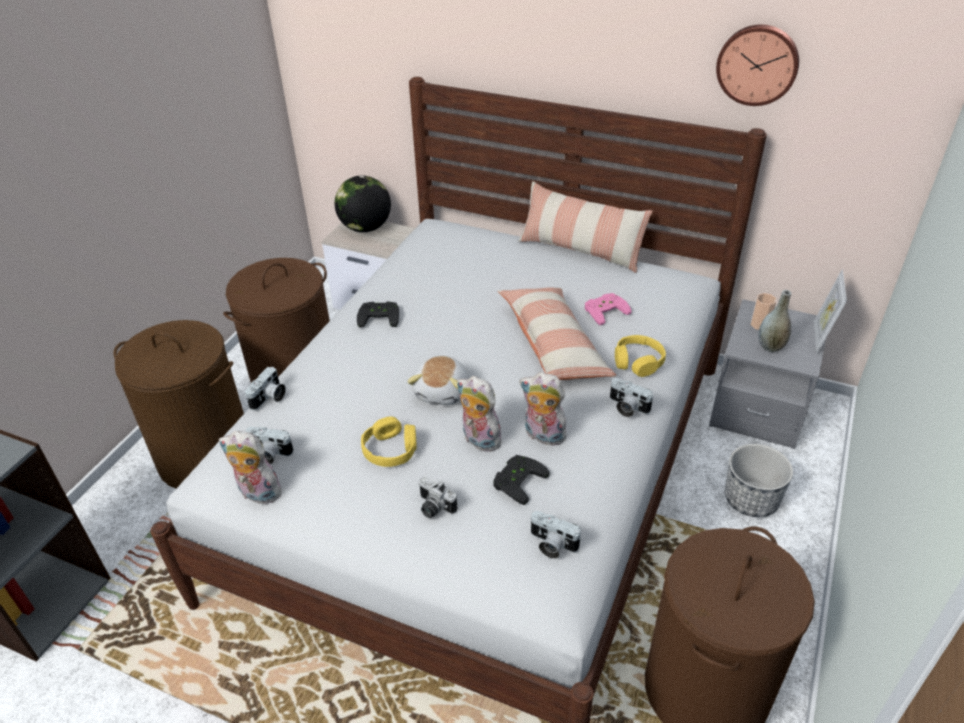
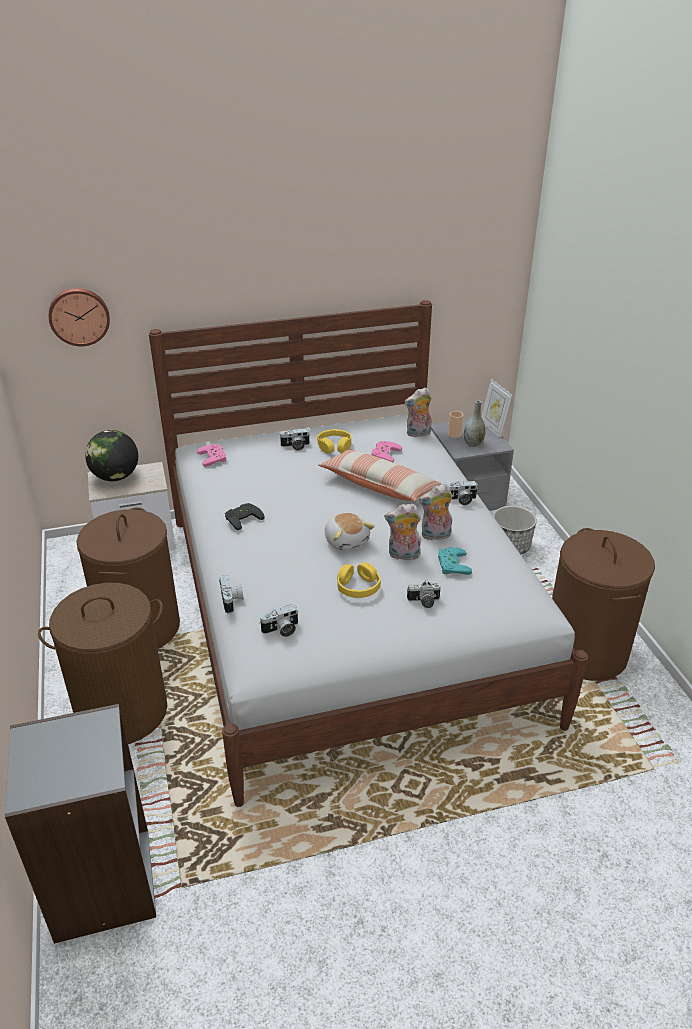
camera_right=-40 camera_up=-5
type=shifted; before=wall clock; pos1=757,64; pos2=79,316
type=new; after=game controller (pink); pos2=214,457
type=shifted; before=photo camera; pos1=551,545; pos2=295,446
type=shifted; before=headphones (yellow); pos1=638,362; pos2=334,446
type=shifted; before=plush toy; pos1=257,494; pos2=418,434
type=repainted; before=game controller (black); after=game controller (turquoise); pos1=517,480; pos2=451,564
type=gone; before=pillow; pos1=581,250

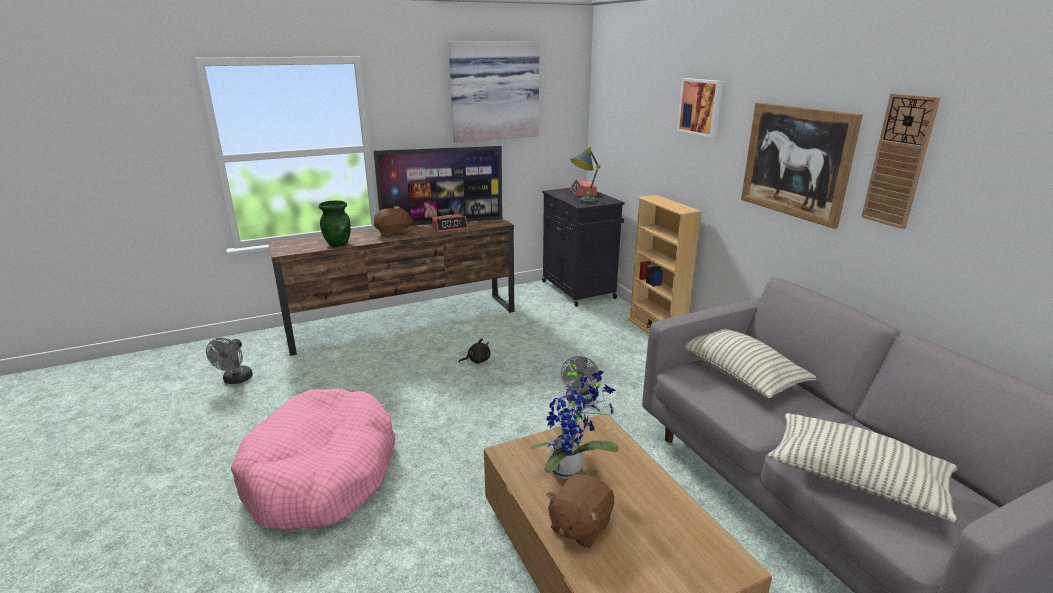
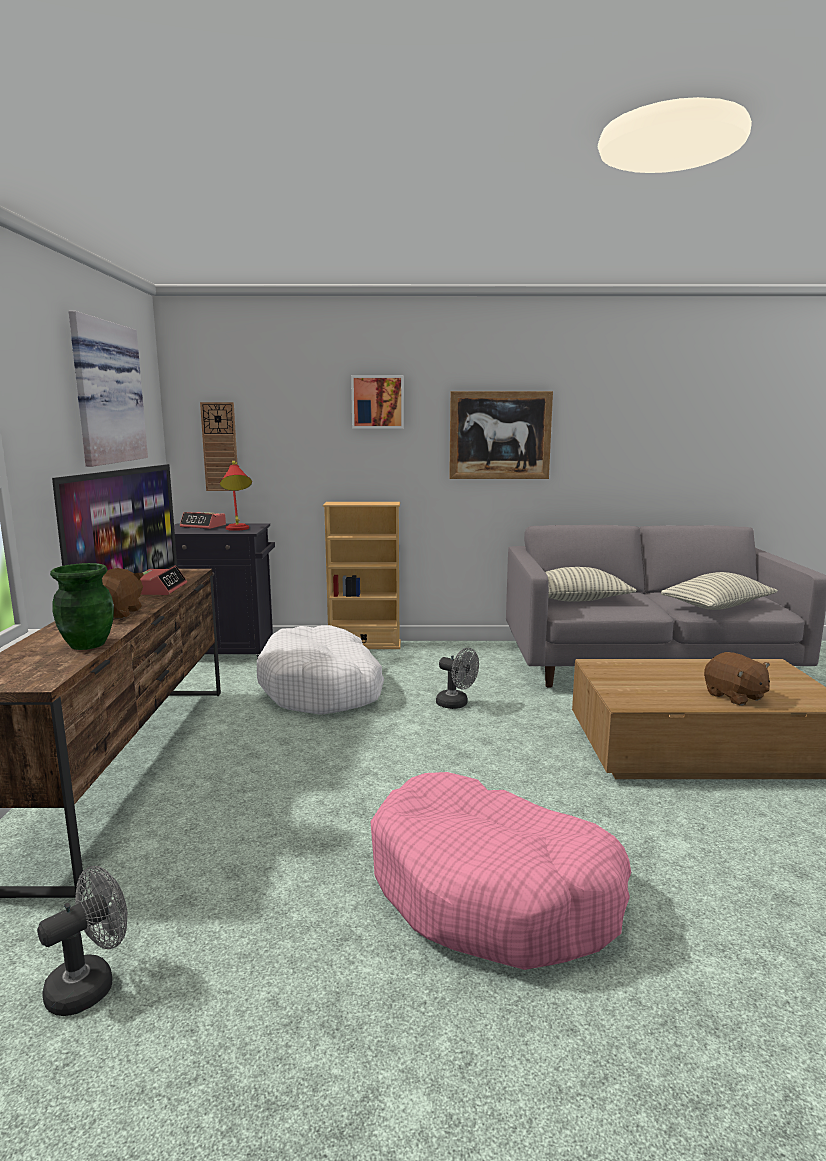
camera_right=-65 camera_up=-10
type=rotated; before=fan (grey); pos1=236,380; pos2=90,984; turn=-75
type=shifted; before=wall clock; pos1=899,161; pos2=220,447
type=repainted; before=table lamp (grey); after=table lamp (red); pos1=583,201; pos2=237,530
type=new; after=dog bed (white); pos2=322,688
type=gone; before=plush toy (black); pos1=477,360
type=gone; before=potted plant; pos1=570,469

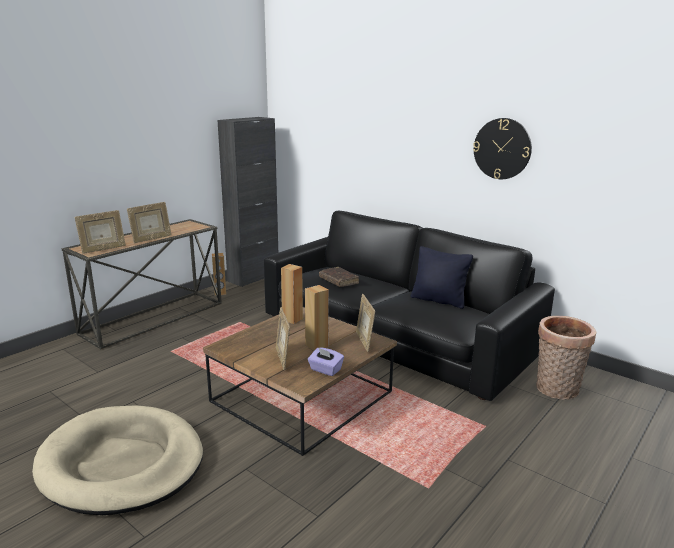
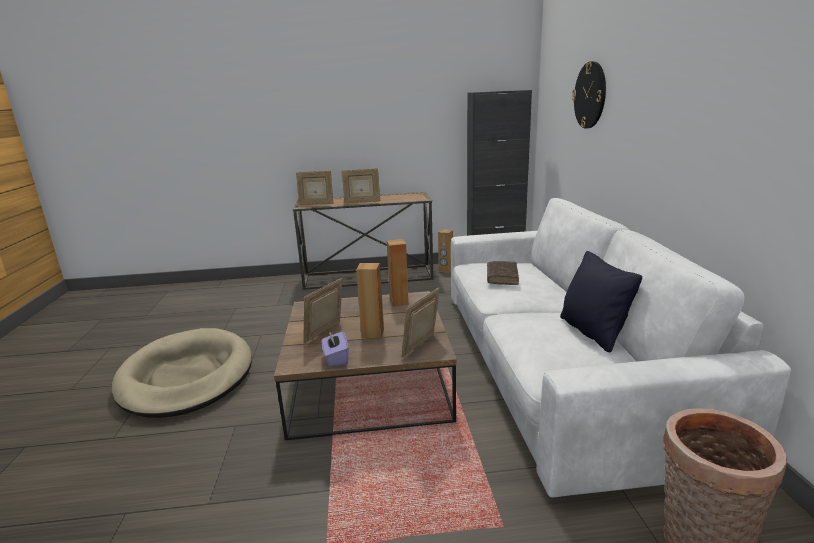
camera_right=45 camera_up=0
type=repainted; before=sofa (black); after=sofa (white); pos1=395,334; pos2=556,363
type=shifted; before=wall clock; pos1=502,149; pos2=590,95

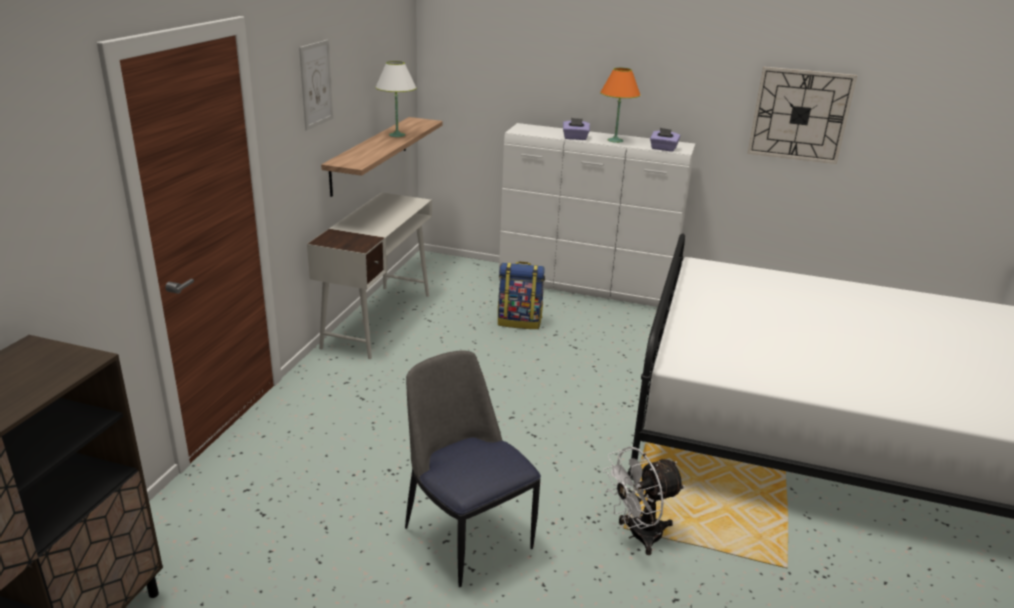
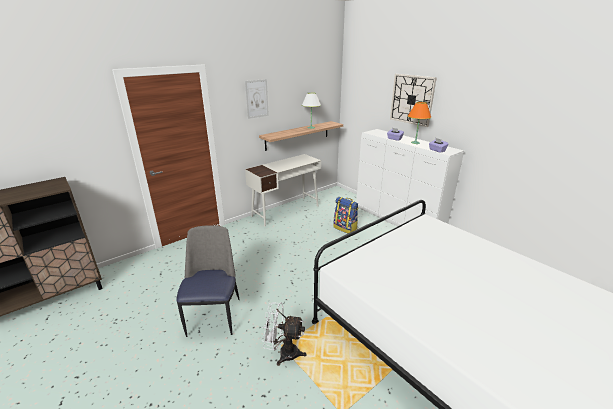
camera_right=35 camera_up=0
type=shifted; before=wall clock; pos1=800,115; pos2=412,99

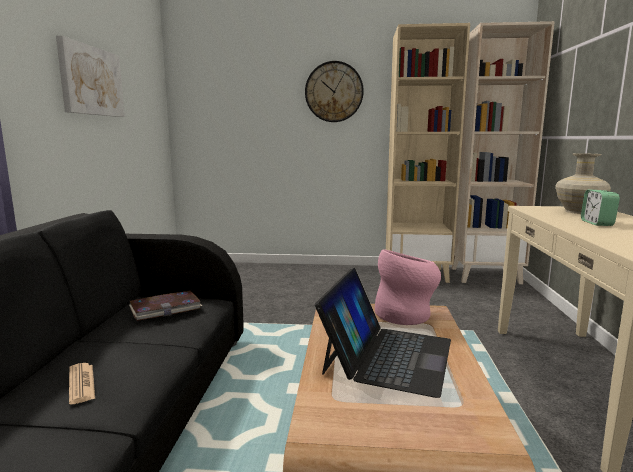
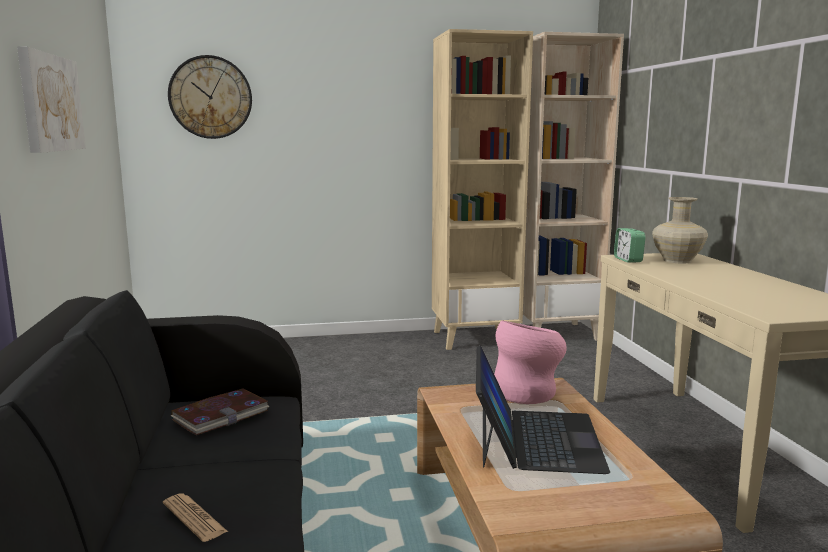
camera_right=-15 camera_up=0
type=shifted; before=wall clock; pos1=334,92; pos2=210,97
type=shifted; before=alarm clock; pos1=597,223; pos2=628,260

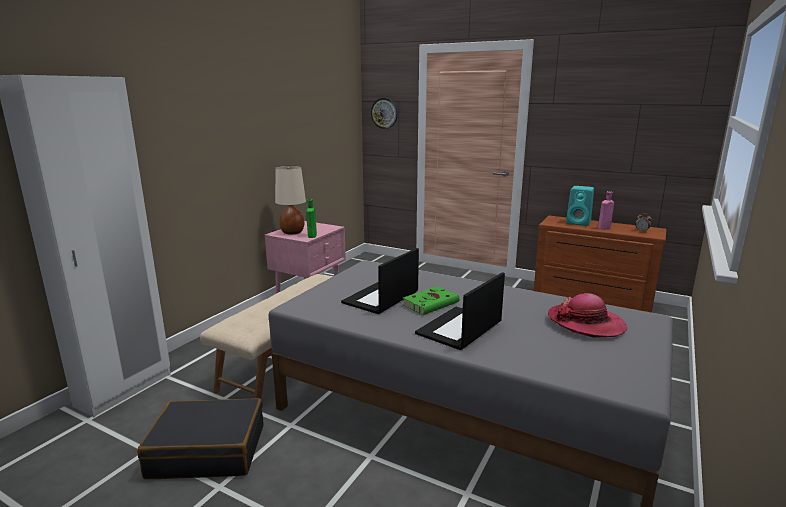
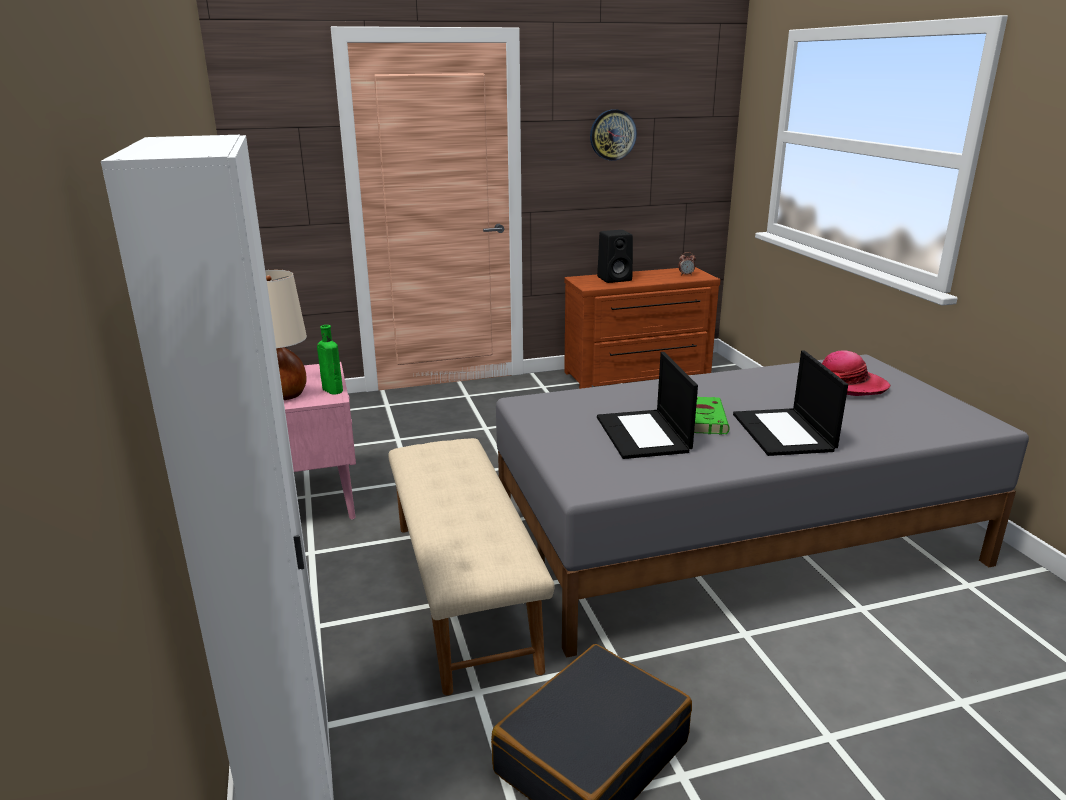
camera_right=-45 camera_up=5
type=shifted; before=wall clock; pos1=384,113; pos2=612,135
type=repainted; before=speaker (turquoise); after=speaker (black); pos1=579,223; pos2=615,279
type=gone; before=bottle (pink); pos1=603,228

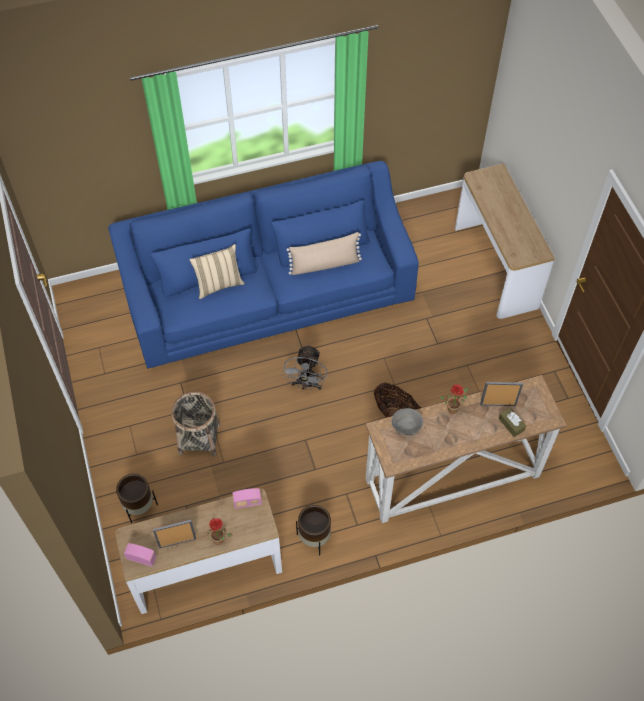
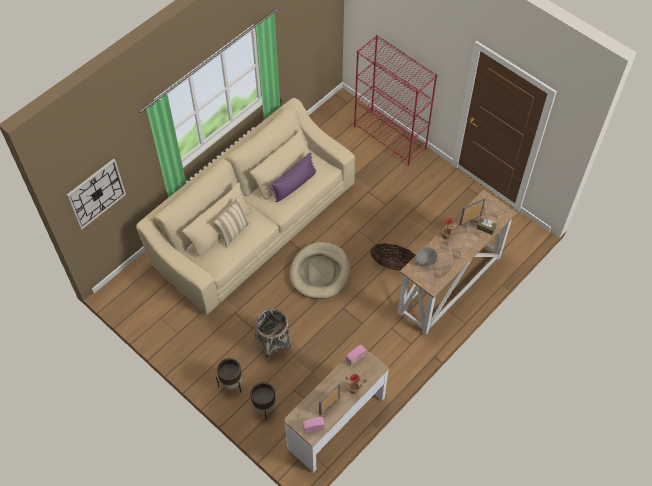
camera_right=-30 camera_up=0
type=new; after=wall clock; pos2=96,193
type=repainted; before=sofa (blue); after=sofa (beige); pos1=269,292; pos2=253,224
type=shifted; before=planter (brown); pos1=314,538; pos2=231,383
type=repainted; before=pillow (beige); after=pillow (purple); pos1=325,264; pos2=294,185
type=swapped; before=fan (grey); after=dog bed (beige); pos1=306,384; pos2=320,272
type=swapped; before=console table; after=bookcase (red); pos1=495,267; pos2=390,138

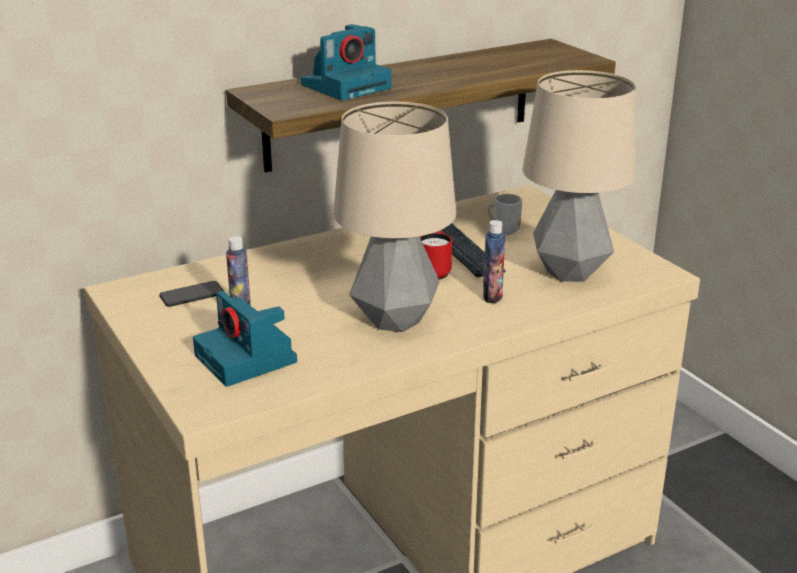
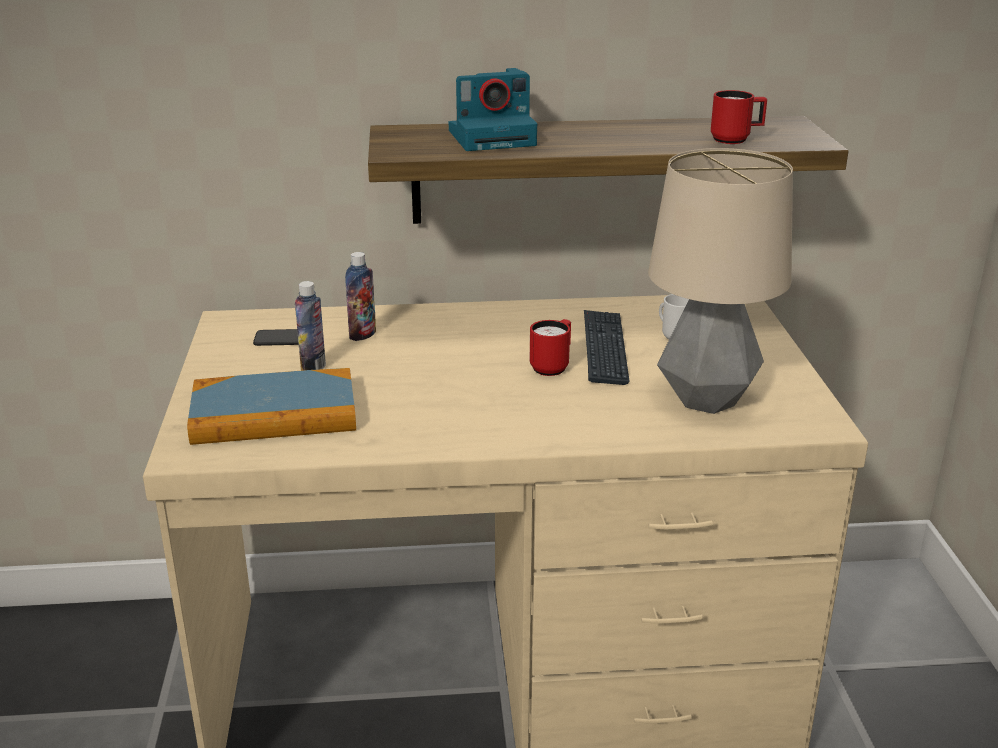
camera_right=25 camera_up=0
type=swapped; before=photo camera; after=book; pos1=247,359; pos2=274,414
type=shifted; before=bottle; pos1=492,296; pos2=362,334
type=new; after=mug (red); pos2=736,140
type=gone; before=table lamp; pos1=394,320

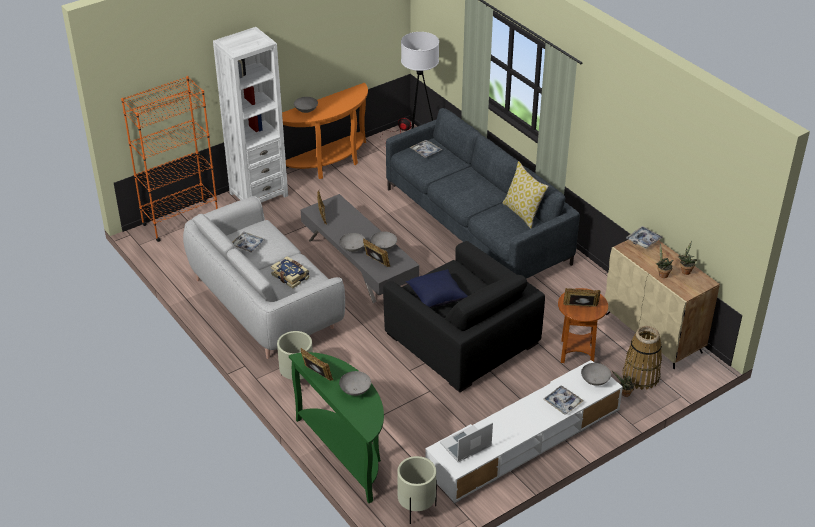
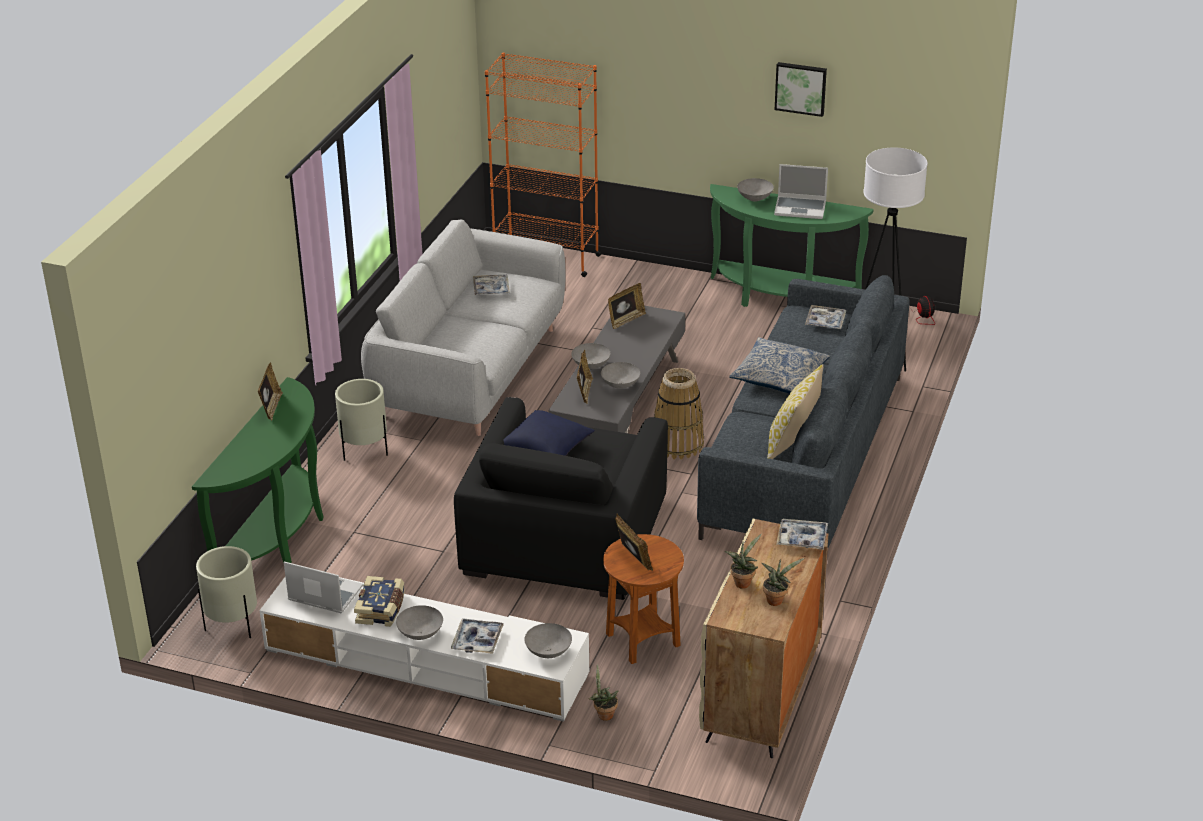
camera_right=55 camera_up=-5
type=shifted; before=book; pos1=291,276; pos2=381,609
type=shifted; before=bowl (grey); pos1=355,391; pos2=420,634
type=shifted; before=basket; pos1=640,376; pos2=678,444
type=repainted; before=console table (orange); after=console table (green); pos1=329,164; pos2=780,299
type=new; after=pillow; pos2=779,376
type=new; after=laptop; pos2=801,208
type=new; after=picture; pos2=801,88
type=gone; before=bookcase (white); pos1=258,194

